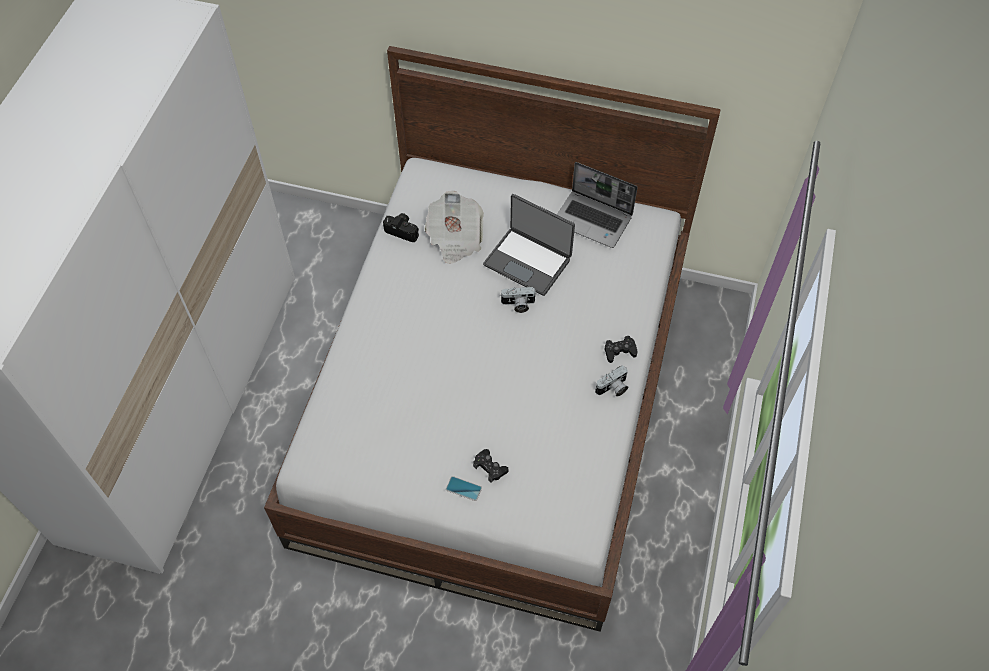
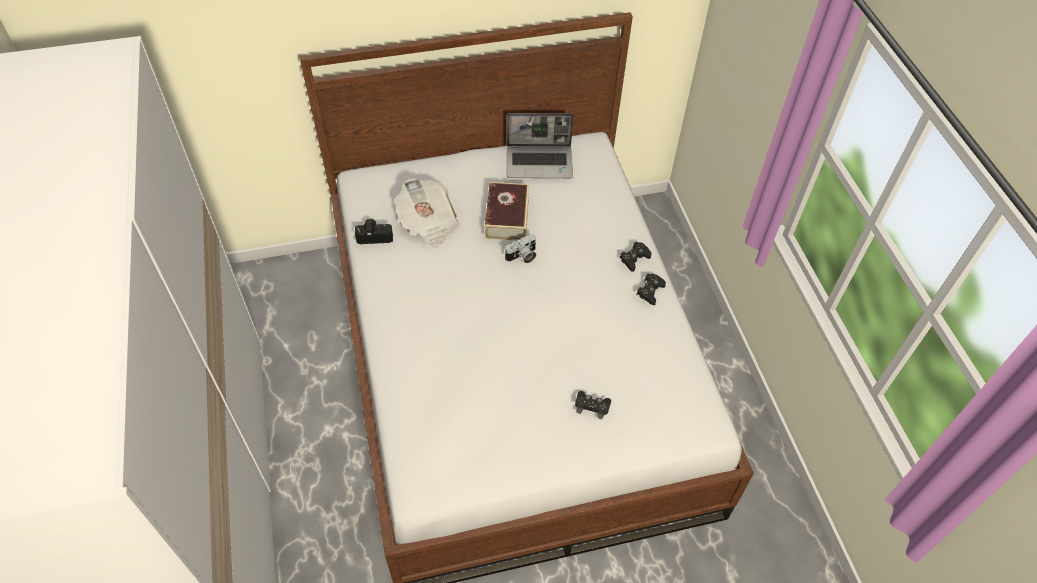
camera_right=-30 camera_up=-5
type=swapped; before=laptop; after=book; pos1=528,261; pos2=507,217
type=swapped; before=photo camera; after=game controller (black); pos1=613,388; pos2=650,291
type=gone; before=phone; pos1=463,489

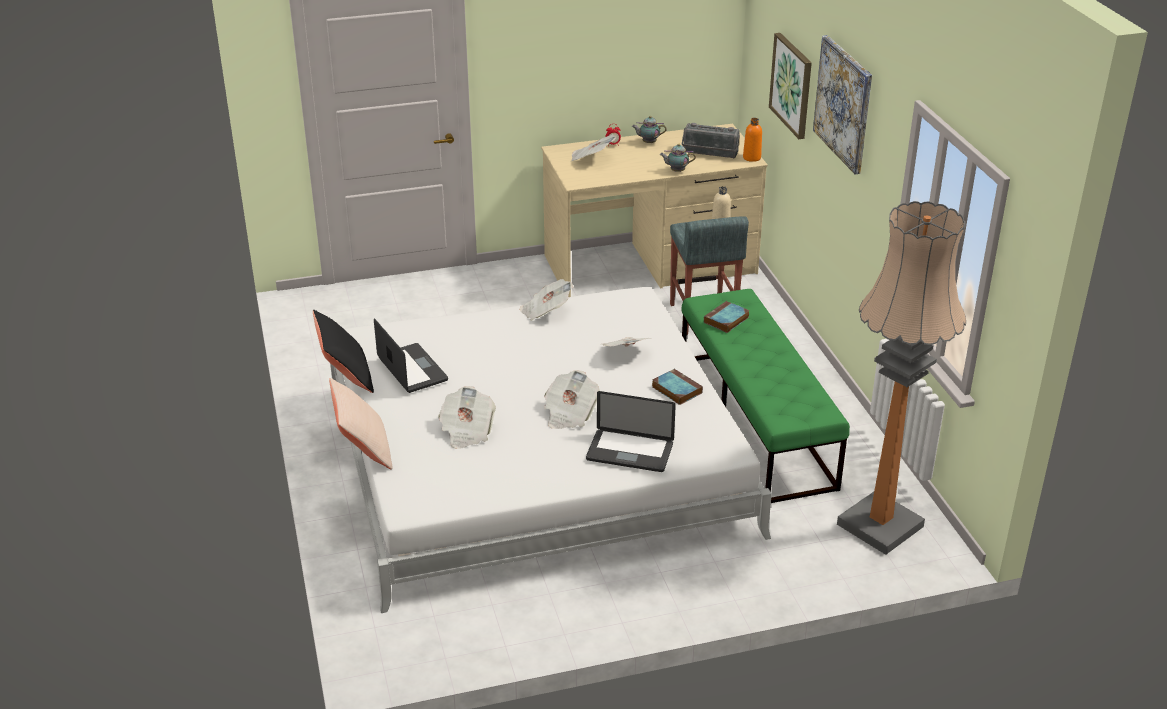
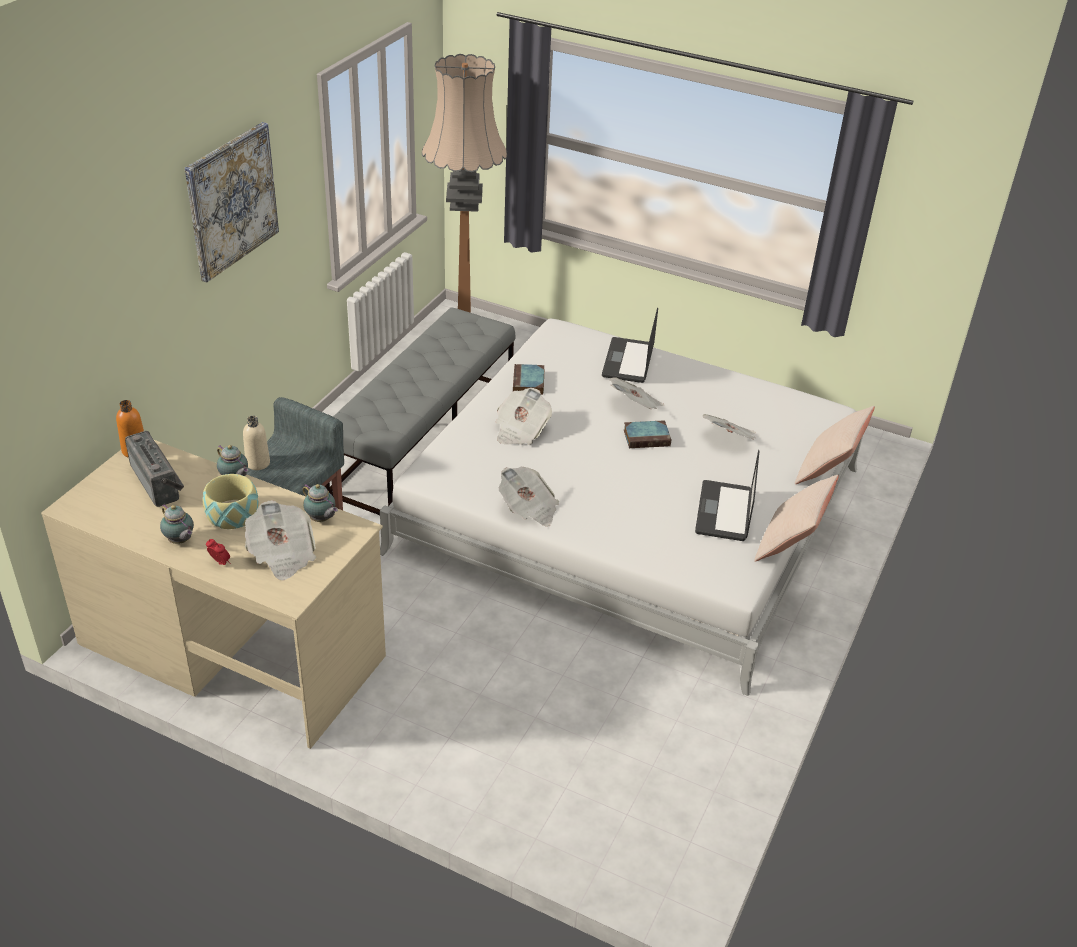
camera_right=-140 camera_up=5
type=new; after=bowl; pos2=232,514
type=new; after=teapot; pos2=321,519
type=repainted; before=bench (green); after=bench (grey); pos1=755,421; pos2=423,439
type=rotated; before=laptop; pos1=629,452; pos2=628,361; turn=-135
type=shifted; before=book; pos1=726,320; pos2=647,437
type=repainted; before=pillow (black); after=pillow (beige); pos1=345,376; pos2=790,544
type=gone; before=picture; pos1=792,85

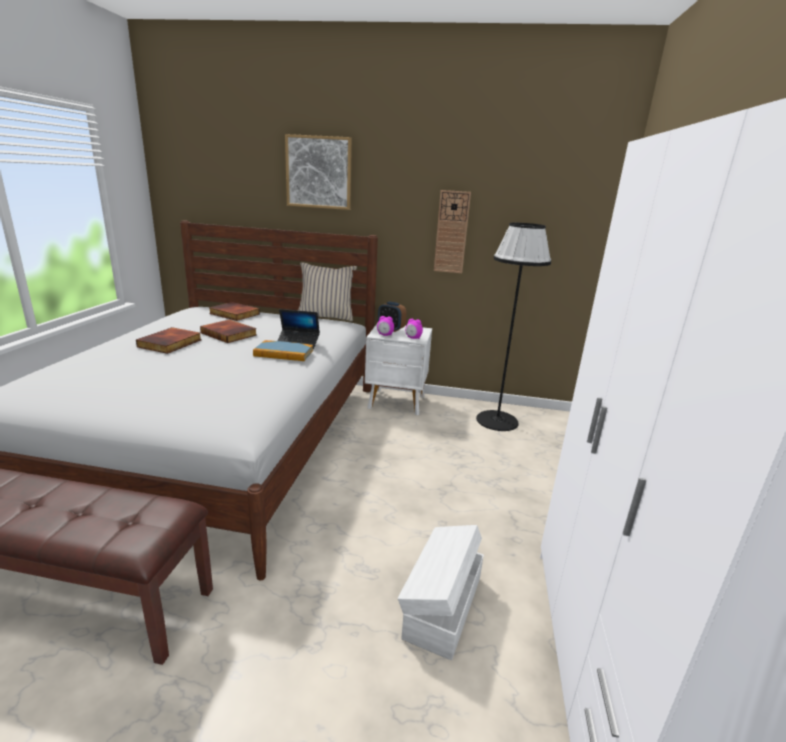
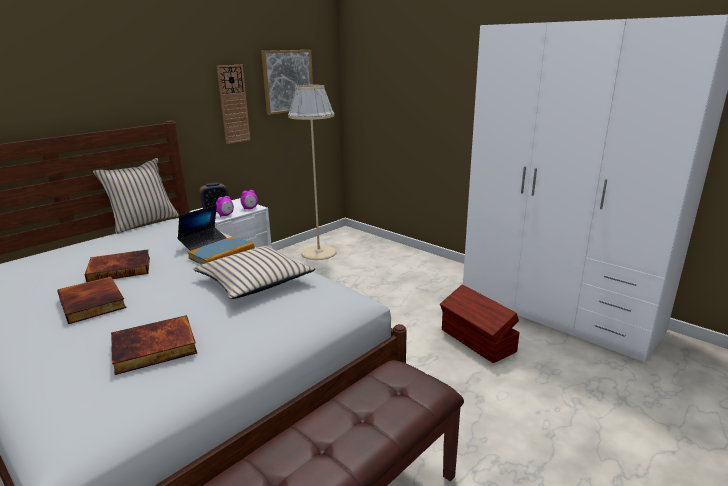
camera_right=-55 camera_up=0
type=shifted; before=book; pos1=233,314; pos2=154,349
type=new; after=pillow (beige); pos2=254,281
type=shifted; before=picture; pos1=319,172; pos2=287,81
type=repainted; before=floor lamp (black); after=floor lamp (beige); pos1=497,420; pos2=319,252
type=repainted; before=storage box (white); after=storage box (brown); pos1=441,606; pos2=477,341

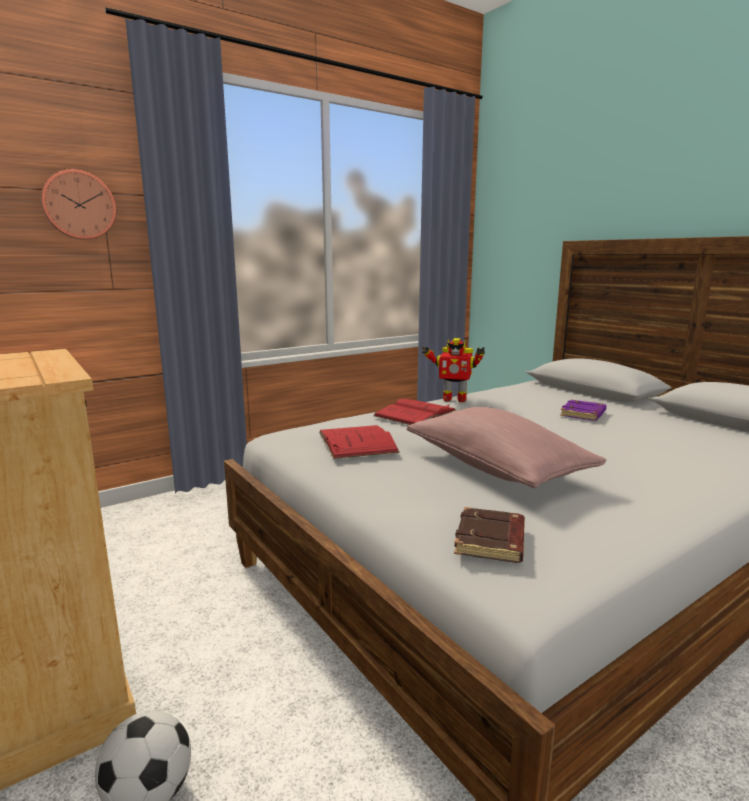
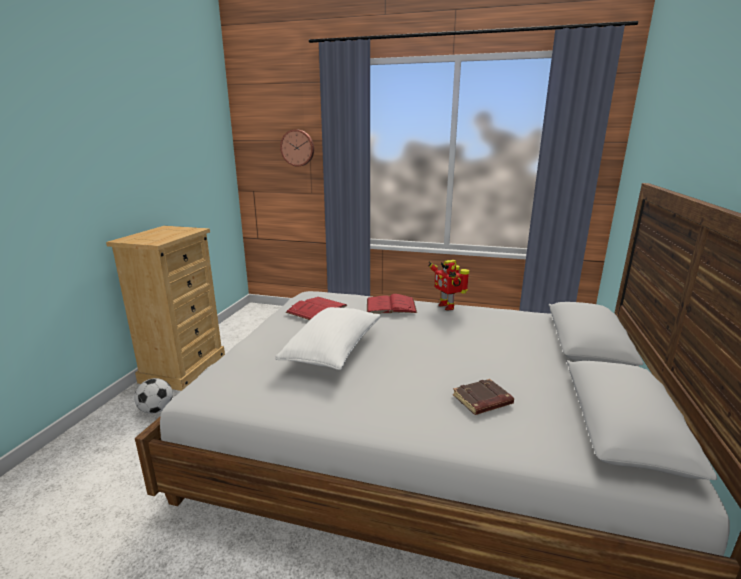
camera_right=50 camera_up=5
type=repainted; before=pillow (pink); after=pillow (white); pos1=496,468; pos2=334,350
type=shifted; before=book (brown); pos1=491,541; pos2=482,401
type=gone; before=book (purple); pos1=583,414

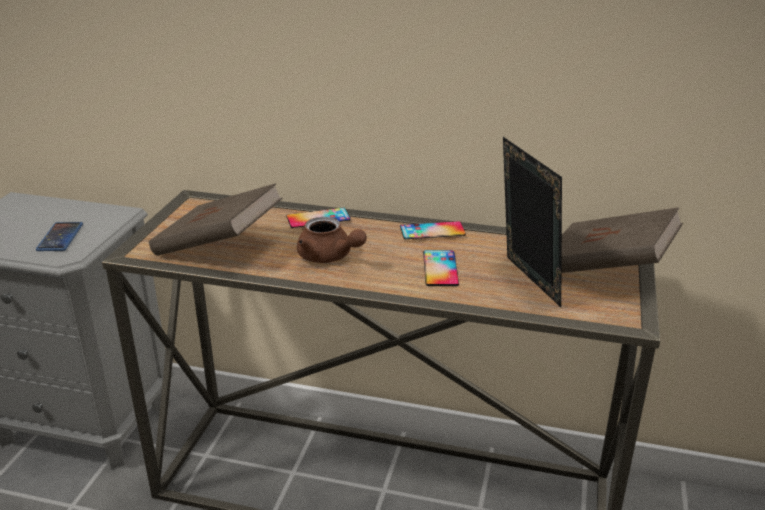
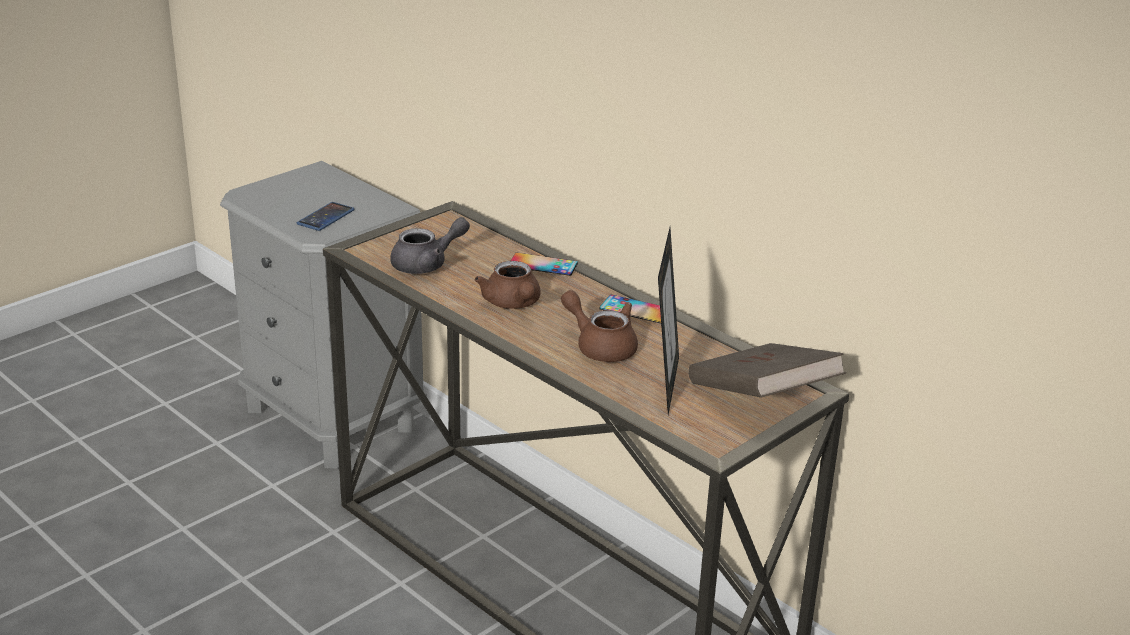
camera_right=30 camera_up=0
type=swapped; before=book (brown); after=teapot (grey); pos1=218,246; pos2=427,264
type=swapped; before=phone; after=teapot (brown); pos1=440,268; pos2=601,346

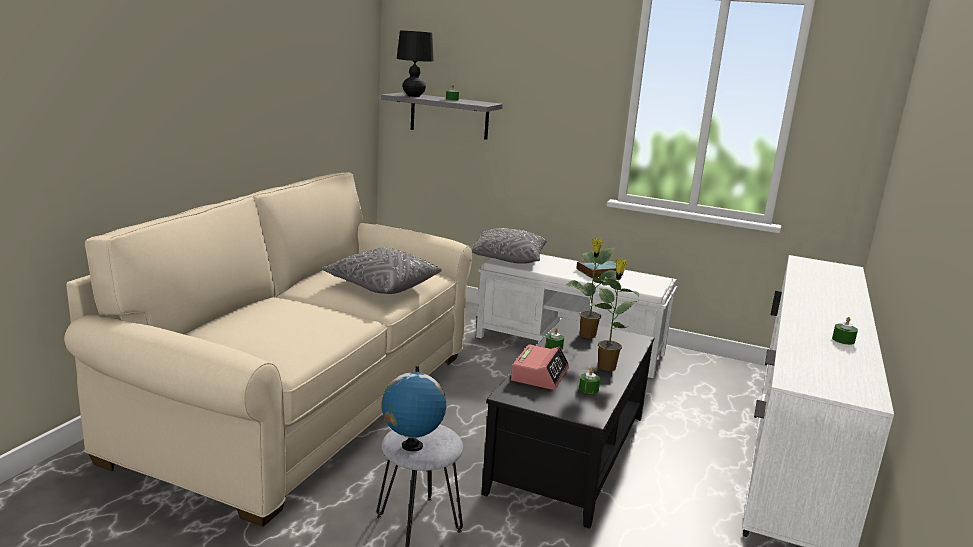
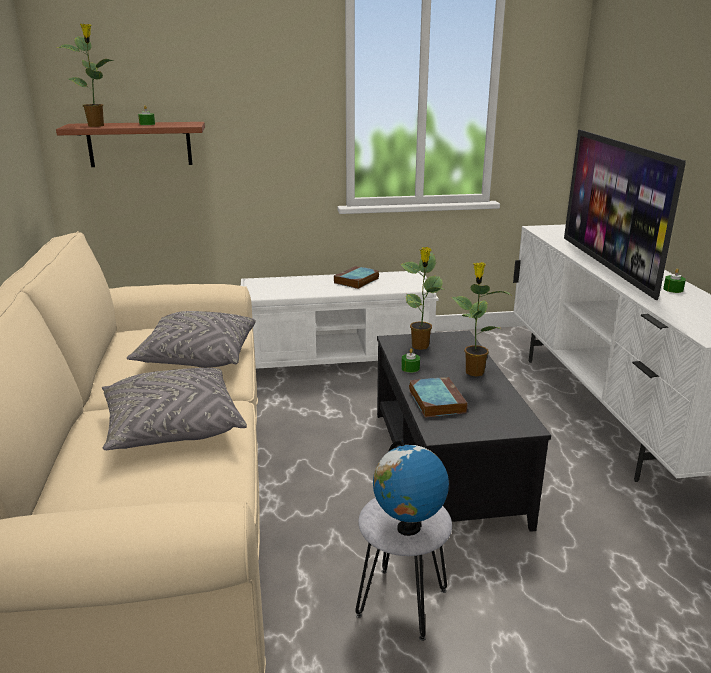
camera_right=-30 camera_up=5
type=repainted; before=shelf (grey); after=shelf (brown); pos1=449,116; pos2=139,144
type=swapped; before=table lamp (black); after=potted plant; pos1=413,96; pos2=97,126
type=shifted; before=pillow (grey); pos1=507,258; pos2=172,427
type=swapped; before=alarm clock; after=book; pos1=540,374; pos2=435,401
type=new; after=television; pos2=608,266
type=gone; before=candle (green); pos1=588,389

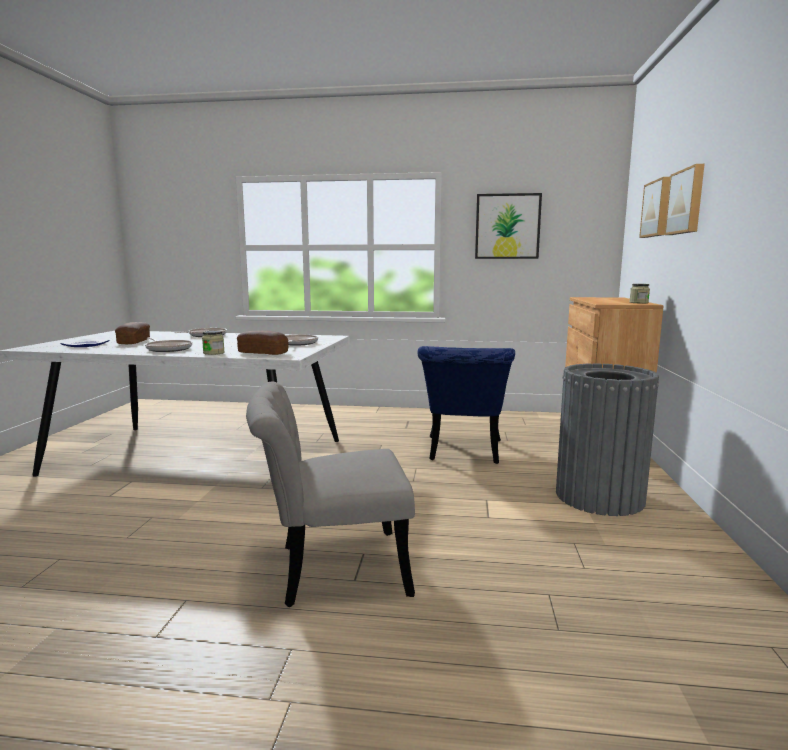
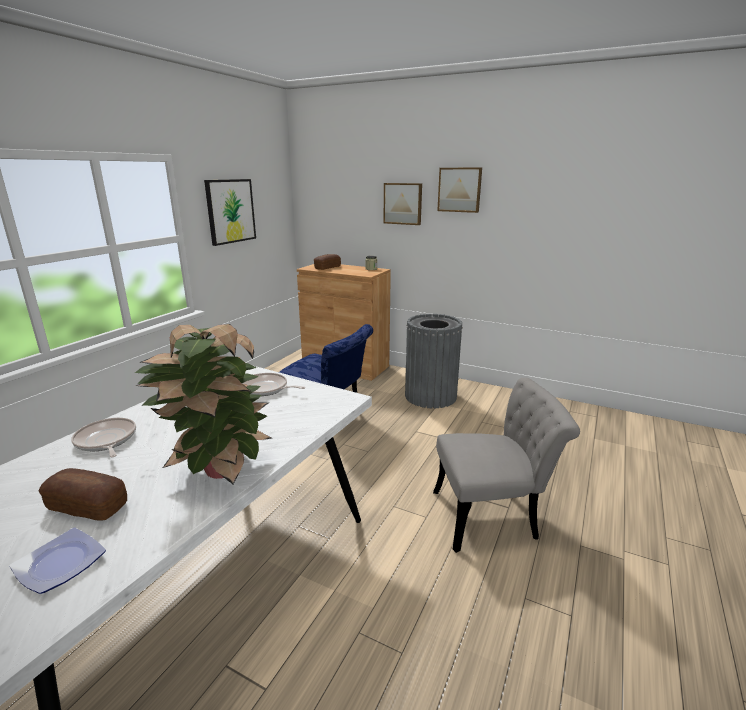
camera_right=-70 camera_up=10
type=swapped; before=frying pan; after=potted plant; pos1=168,349; pos2=218,469
type=shifted; before=bread; pos1=263,353; pos2=327,267
type=rotated; before=chair (grey); pos1=330,569; pos2=493,516; turn=-105
type=shifted; before=picture; pos1=657,209; pos2=459,189
type=gone; before=jar; pos1=214,353

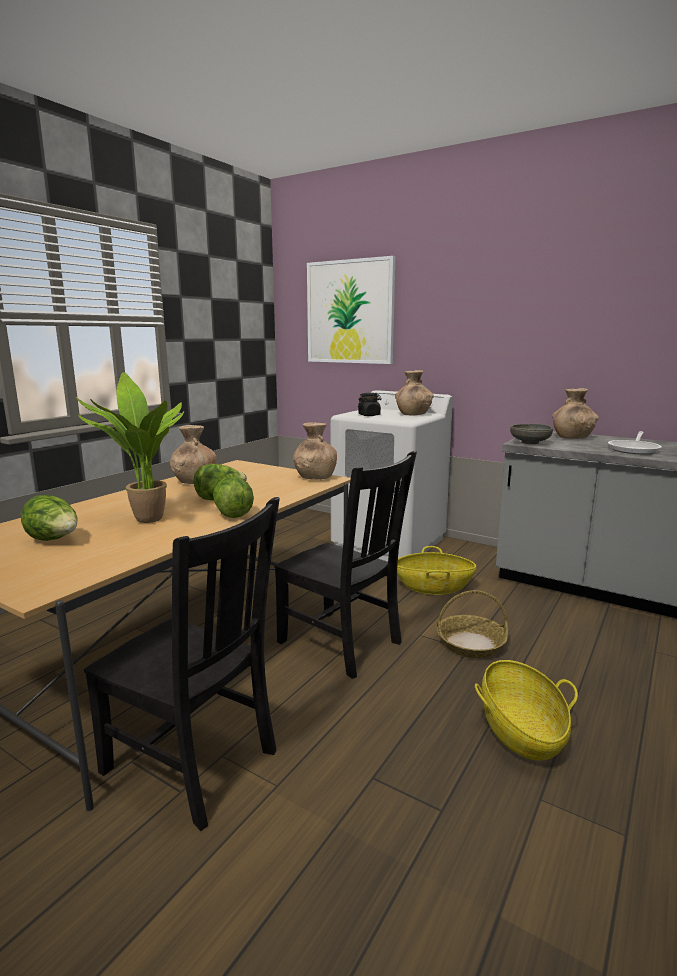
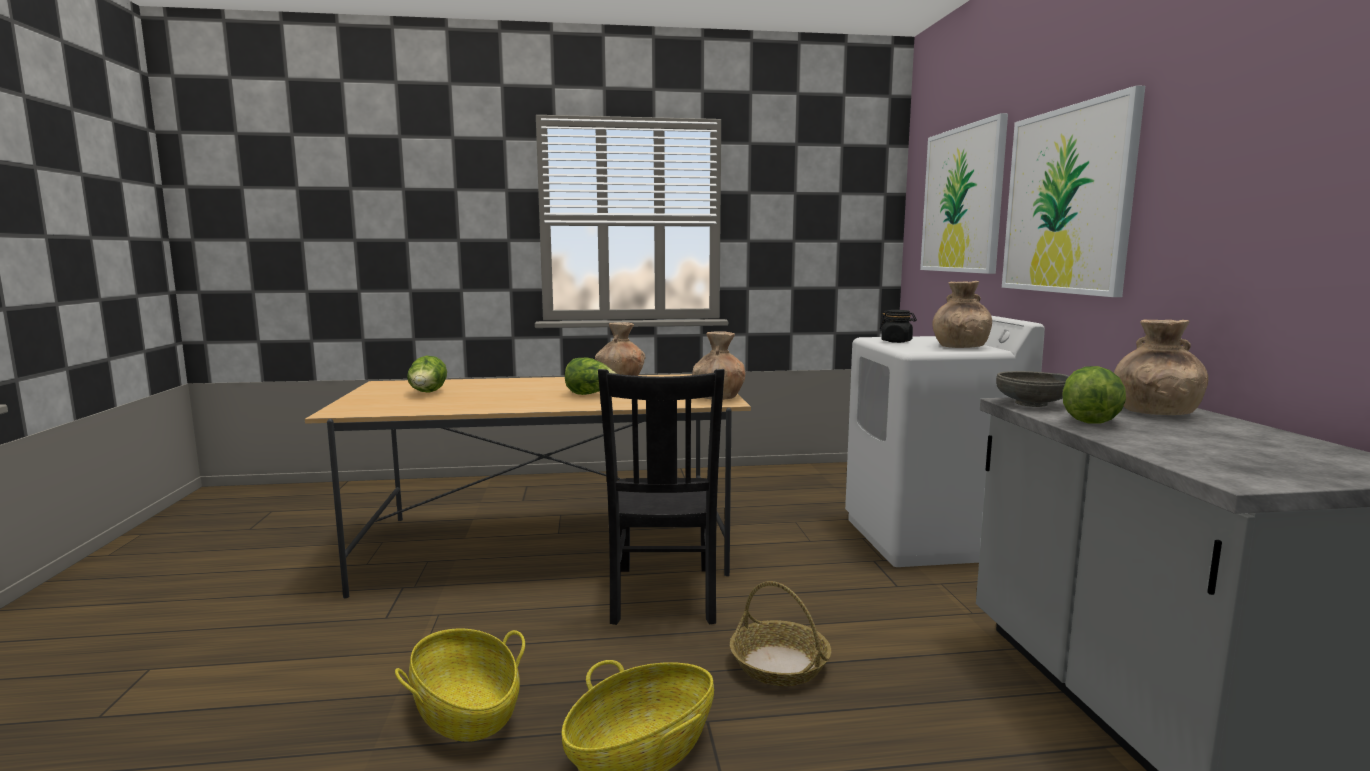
camera_right=50 camera_up=-5
type=shifted; before=basket; pos1=433,587; pos2=466,712
type=new; after=picture; pos2=1067,201
type=shifted; before=lettuce; pos1=233,514; pos2=1090,420
type=gone; before=potted plant; pos1=144,520
type=gone; before=chair (black); pos1=194,764
type=gone; before=frying pan; pos1=634,449

